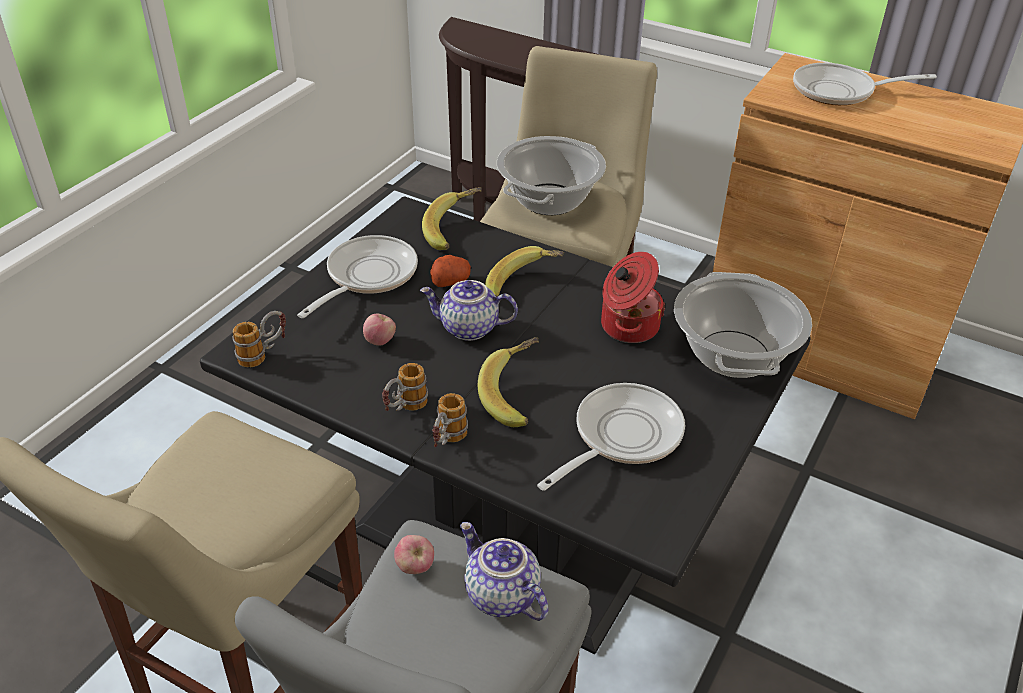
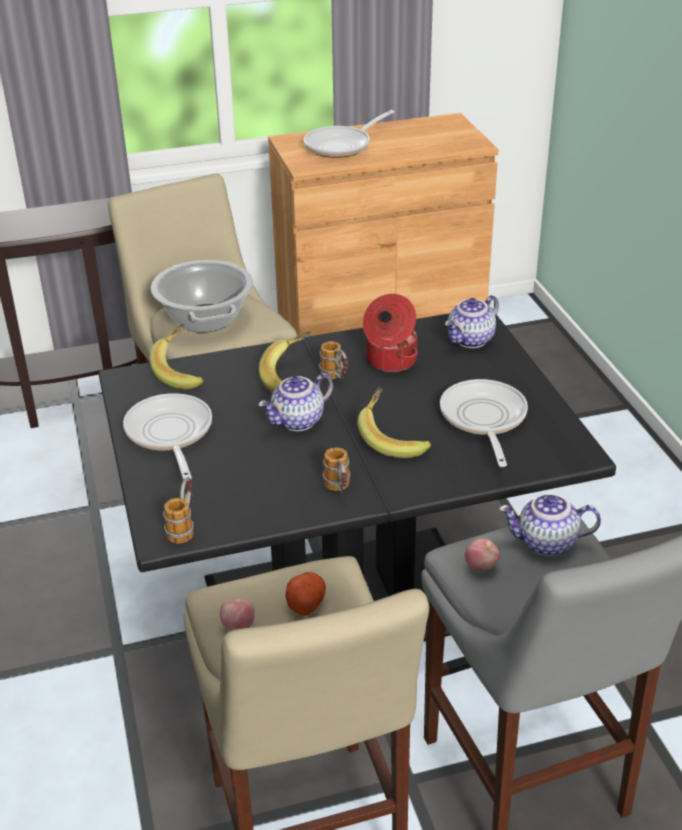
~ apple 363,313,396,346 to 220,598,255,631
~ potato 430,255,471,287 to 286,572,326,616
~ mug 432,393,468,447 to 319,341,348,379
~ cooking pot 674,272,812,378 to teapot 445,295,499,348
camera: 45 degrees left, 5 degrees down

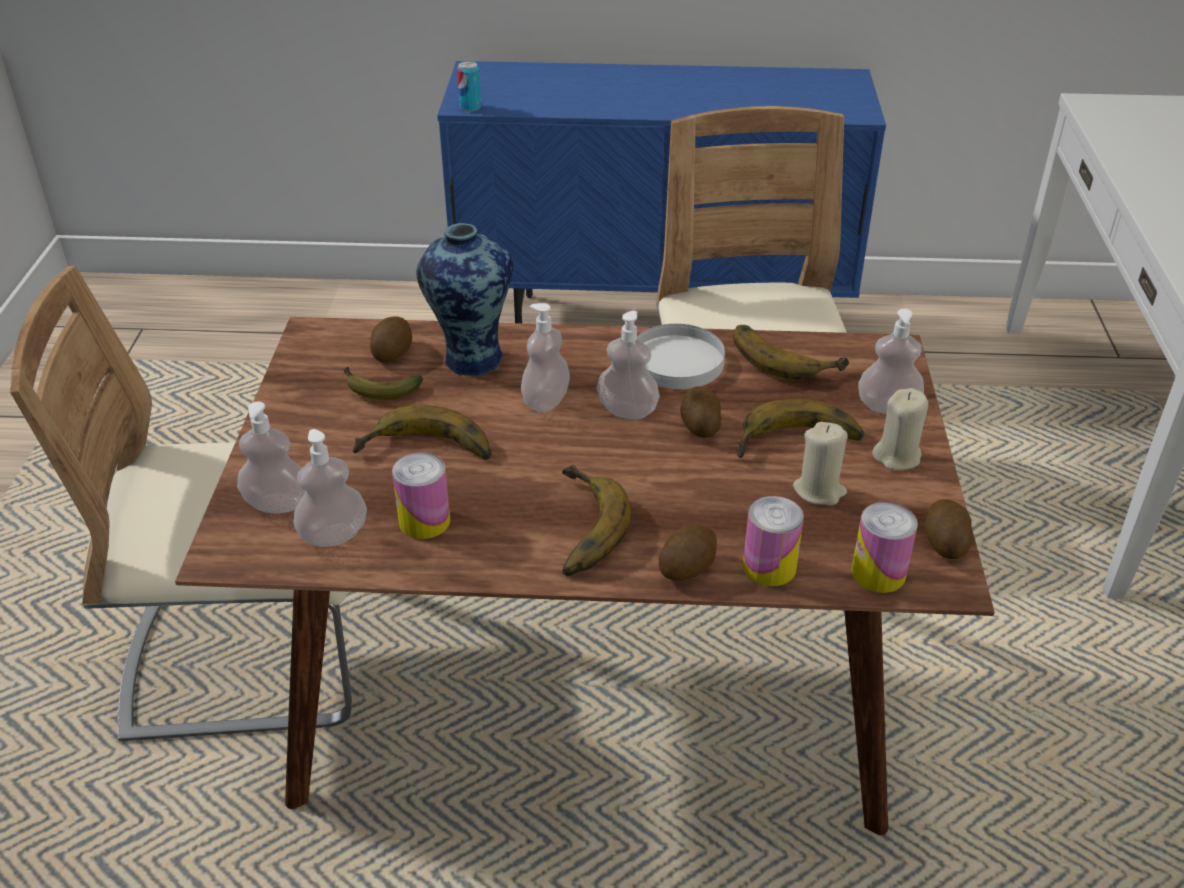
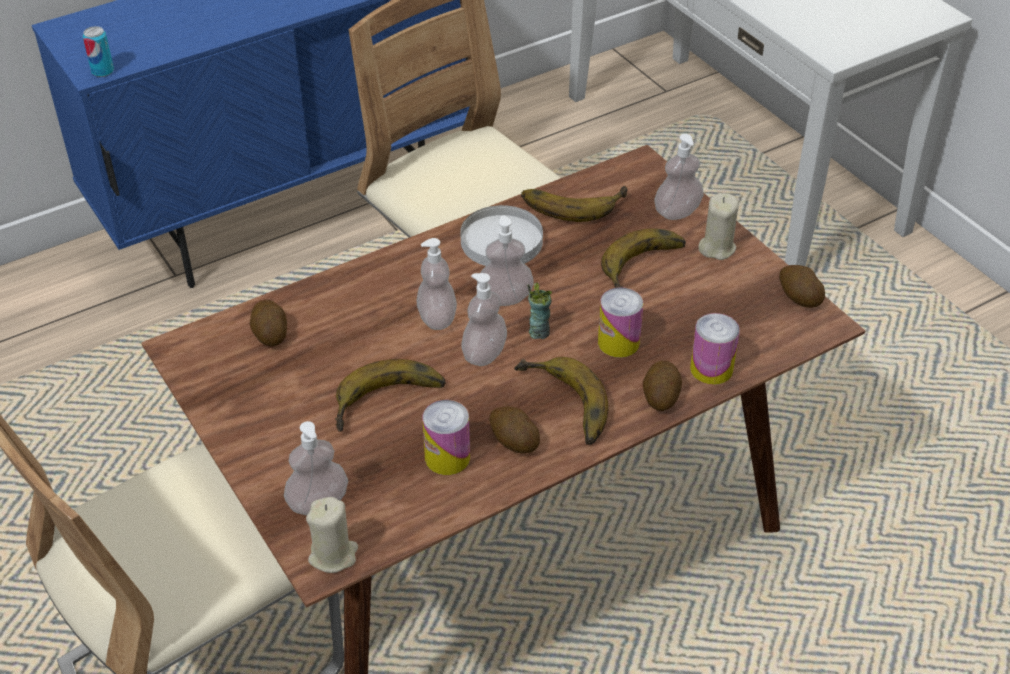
~ beige candle 793,422,848,506 to 306,497,358,573
~ soap dispenser 294,429,367,547 to 461,273,507,366
~ potato 680,386,721,438 to 489,406,540,454
+ cup 527,283,552,339
~ can 851,502,918,593 to 598,287,643,358
- banana 344,367,423,400
- vase 417,223,513,376
camera: 35 degrees left, 5 degrees up

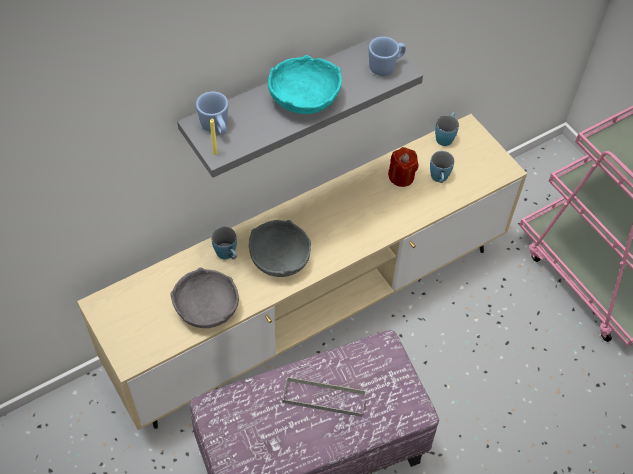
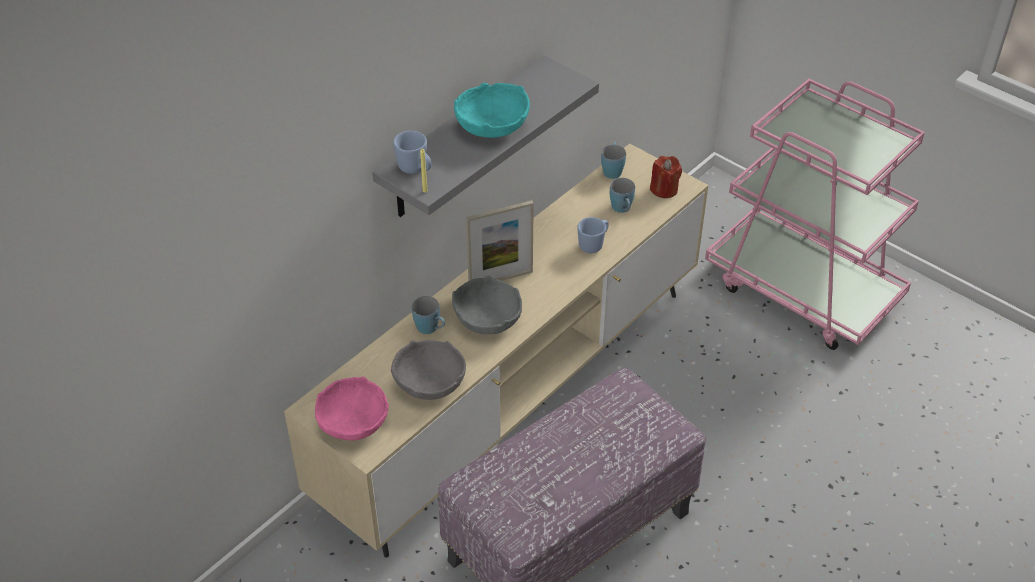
+ pink bowl 315,376,389,441
+ picture frame 466,200,534,281
~ blue mug 369,37,406,76 to 577,217,609,253
~ red candle 388,147,419,187 to 650,156,682,198
- grey tray 282,377,366,417
camera: 15 degrees left, 10 degrees down

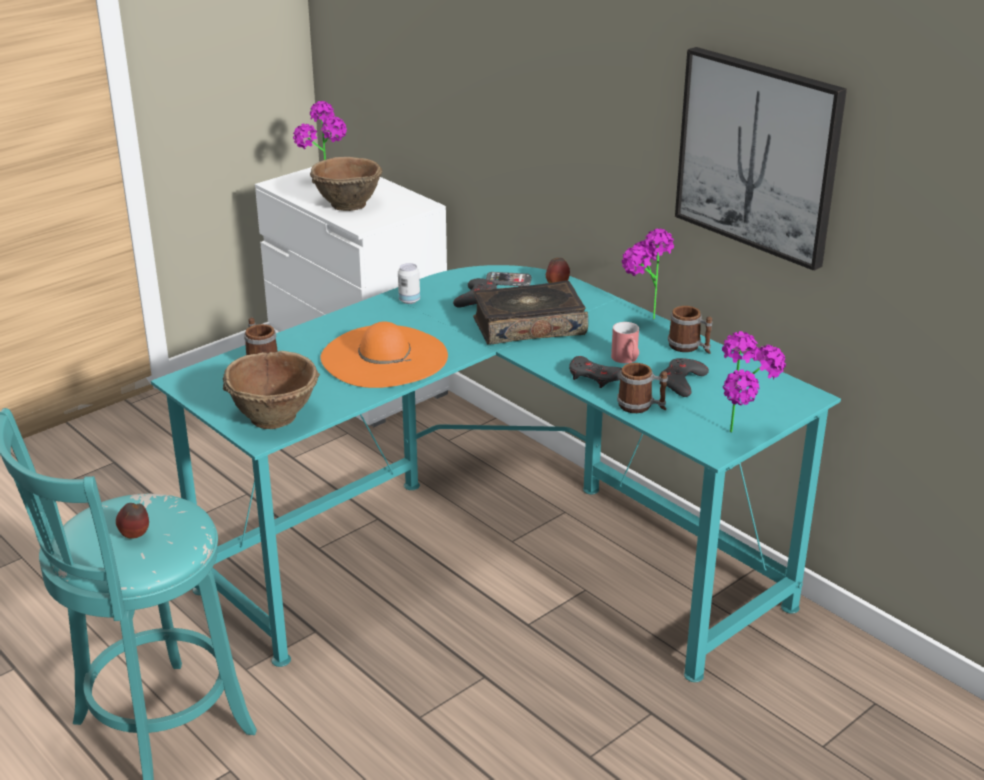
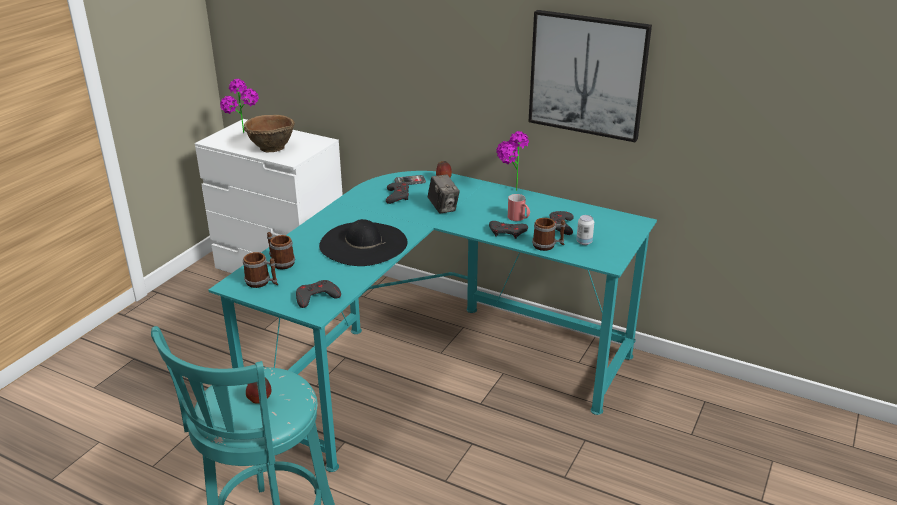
~ mug 668,306,713,354 to 243,252,278,288
~ brown bowl 223,351,320,429 to grey game controller 296,280,341,308
~ orange hat 321,322,448,388 to black hat 319,219,408,266
~ book 473,280,588,345 to photo camera 427,174,460,214
~ can 398,263,420,304 to 576,215,594,245
- potted plant 722,331,786,433
camera: 20 degrees left, 0 degrees up

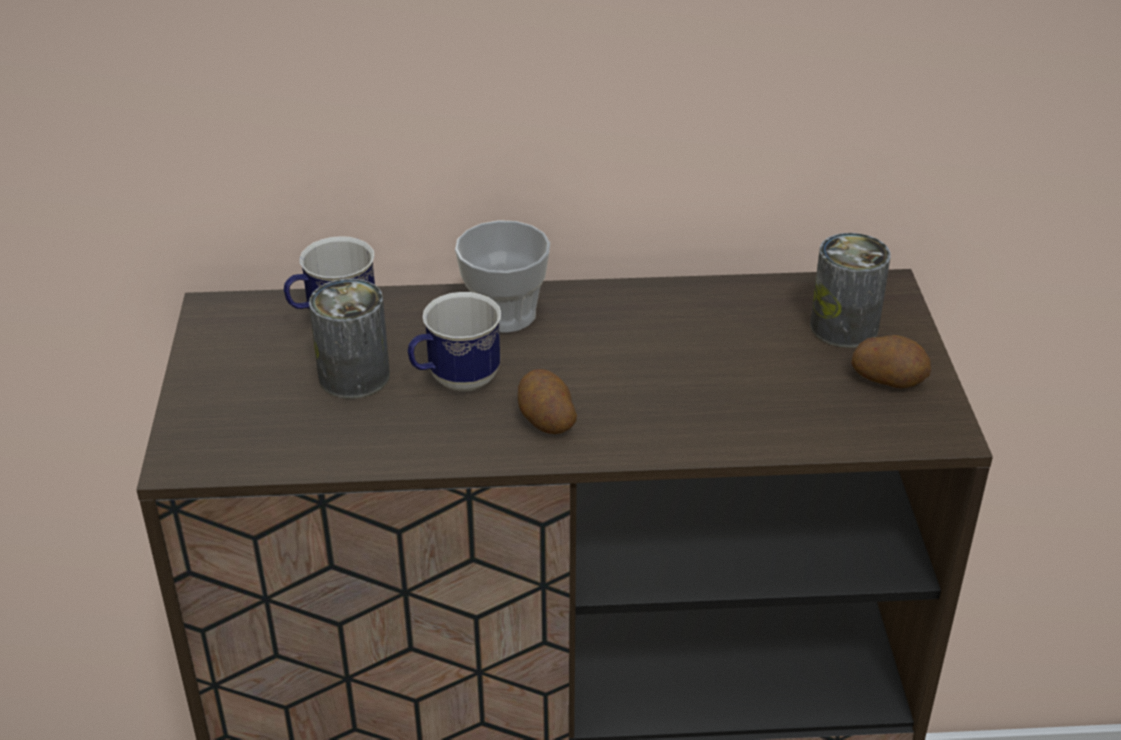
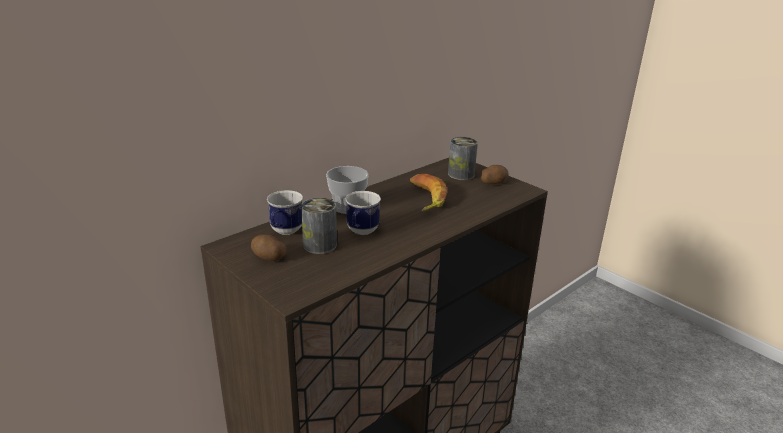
~ potato 518,369,577,434 to 251,235,286,261
+ banana 410,174,447,211
camera: 40 degrees left, 10 degrees down

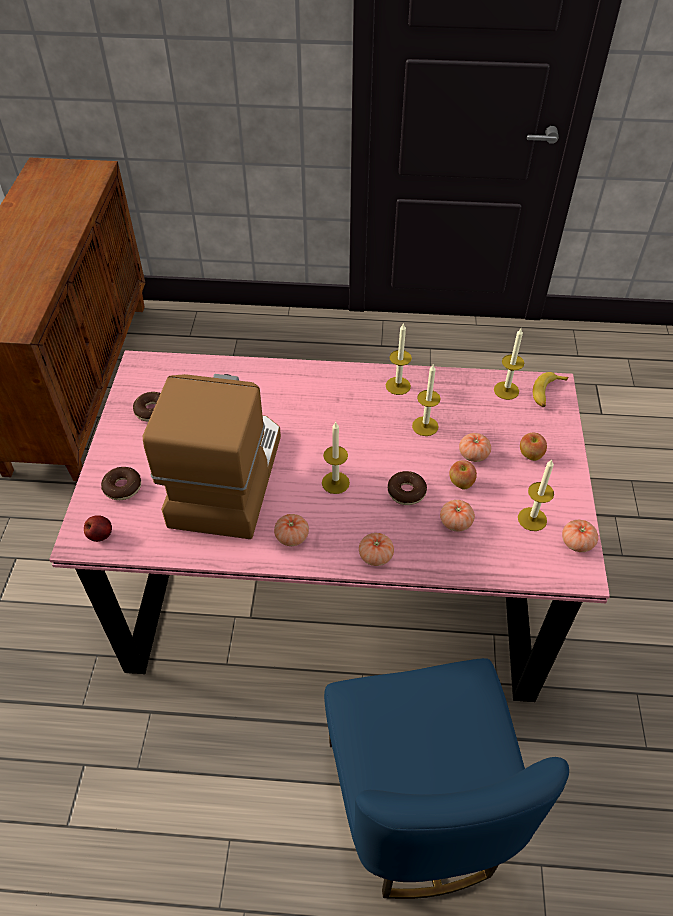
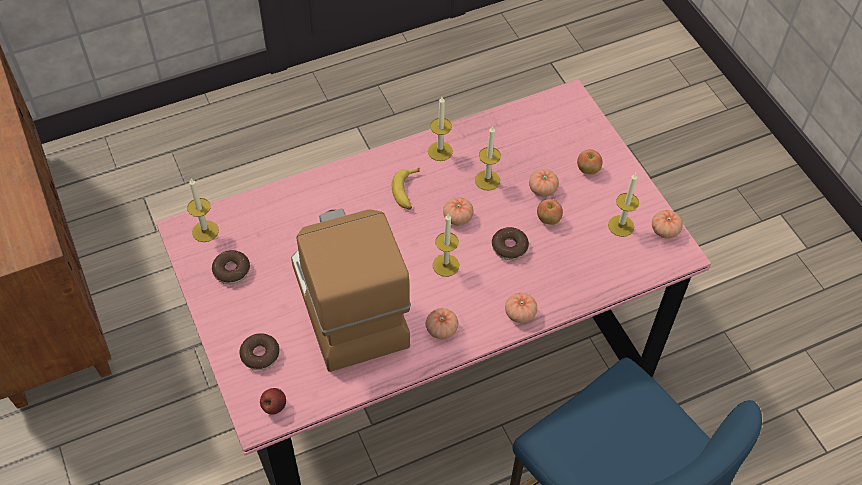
~ candle 494,328,524,400 to 187,179,219,242
~ banana 533,372,568,407 to 392,168,420,210
~ tomato 440,500,475,531 to 443,197,474,226
camera: 30 degrees left, 5 degrees up

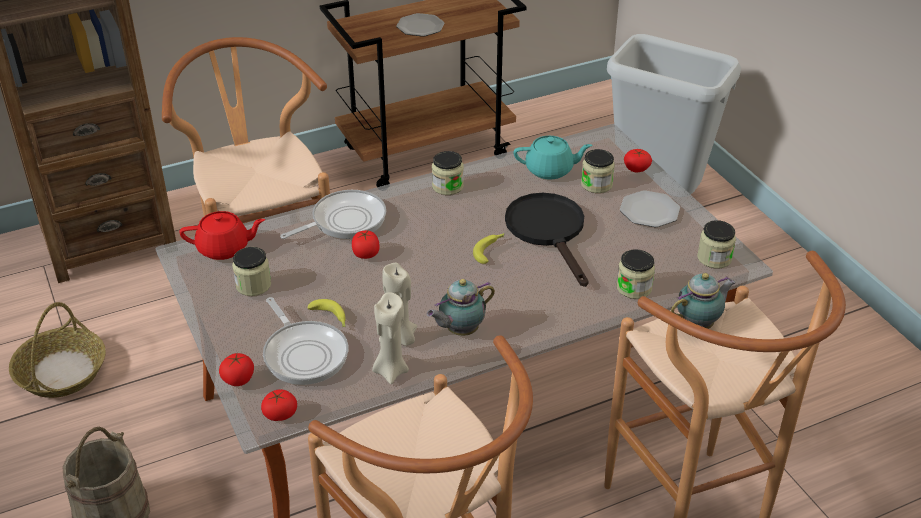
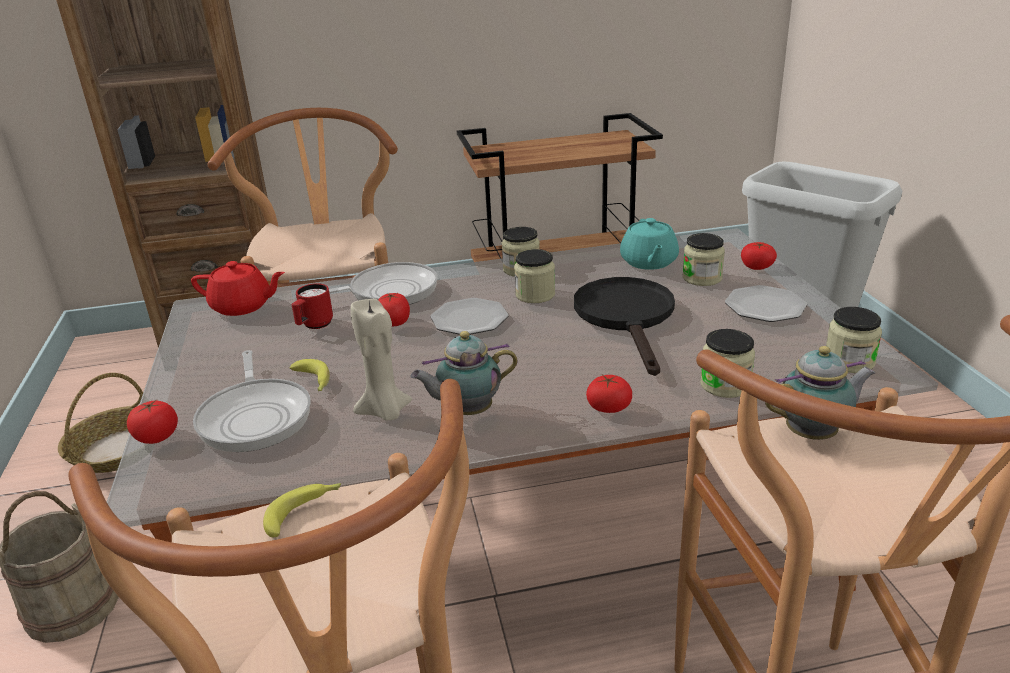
~ banana 473,233,504,264 to 263,483,341,537
+ red mug 291,283,333,329
~ plate 396,13,445,37 to 430,298,509,335
~ jar 232,247,271,296 to 514,249,555,303
~ tomato 261,389,297,421 to 586,375,632,413
~ turquoise teapot 513,136,592,180 = 620,218,679,270 75 degrees clockwise
- beige candle 372,292,409,384
camera: 15 degrees right, 10 degrees down

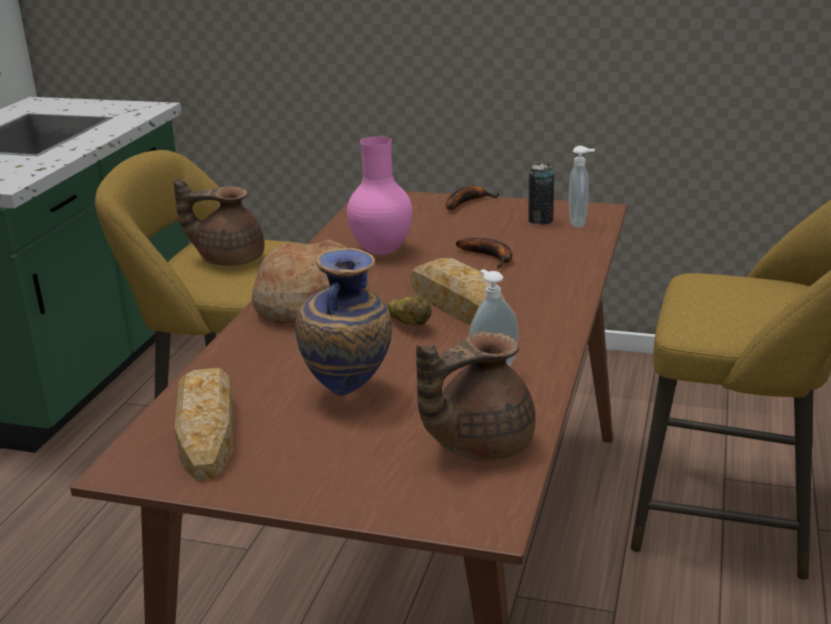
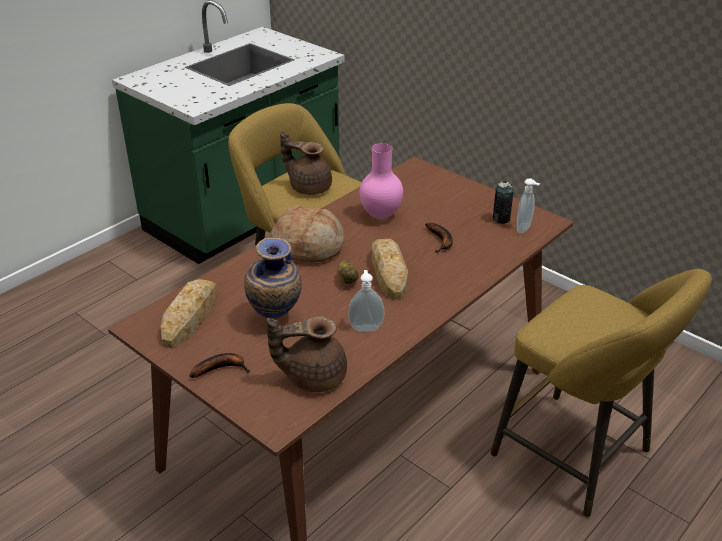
~ banana 445,186,499,210 to 189,353,250,378
camera: 25 degrees right, 10 degrees up

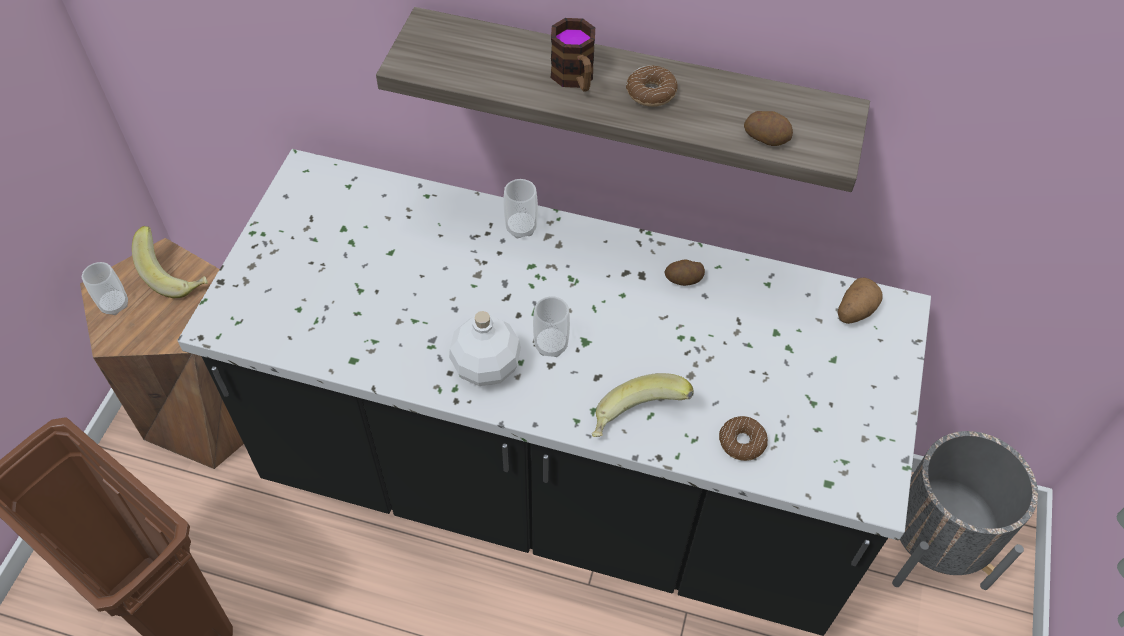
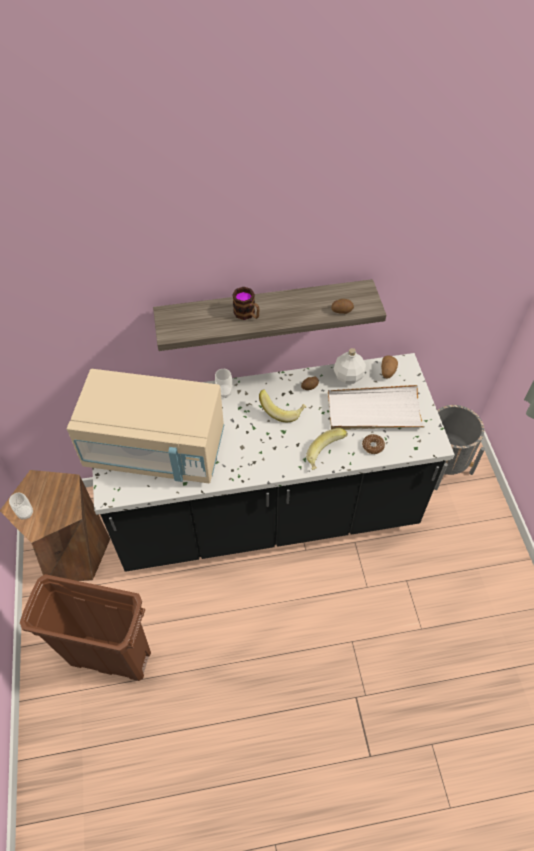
+ beige microwave 66,369,224,484
~ banana 132,226,208,298 to 259,390,306,422
+ white tray 328,385,426,430
~ white bottle 449,311,521,386 to 334,348,366,384
- cup 533,296,570,357
- donut 626,65,677,107
camera: 25 degrees left, 0 degrees up

